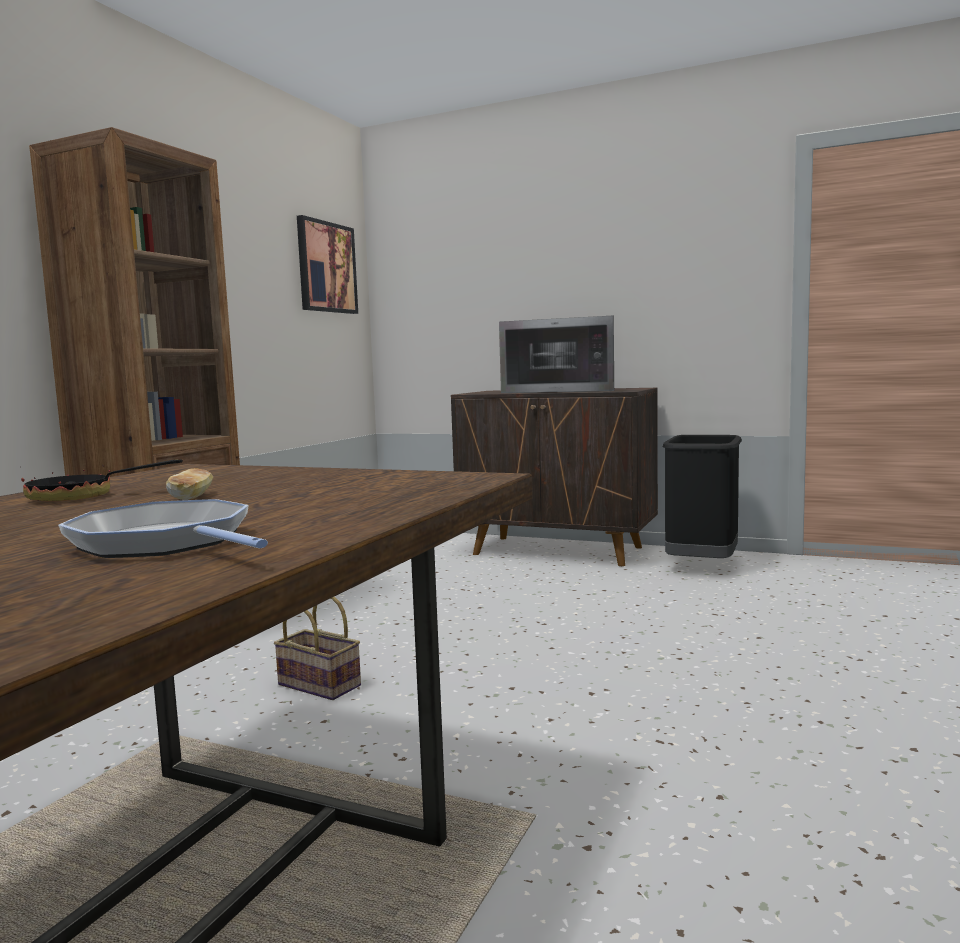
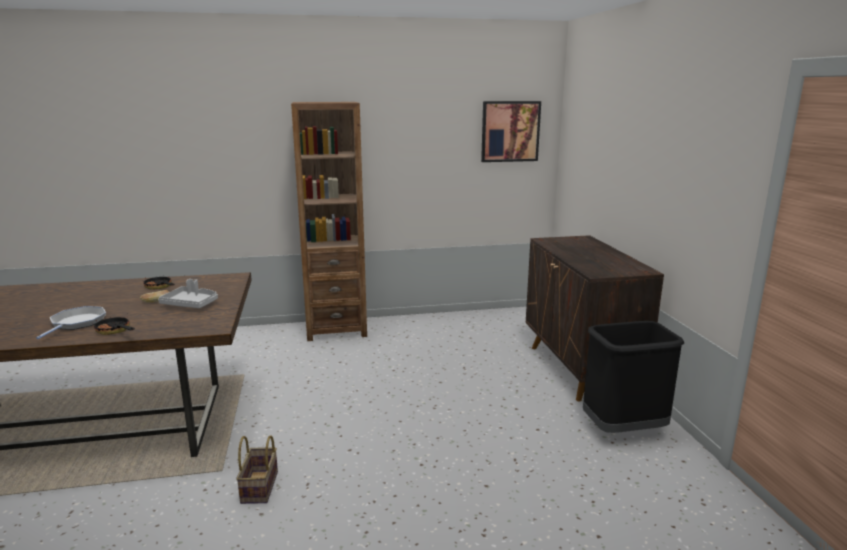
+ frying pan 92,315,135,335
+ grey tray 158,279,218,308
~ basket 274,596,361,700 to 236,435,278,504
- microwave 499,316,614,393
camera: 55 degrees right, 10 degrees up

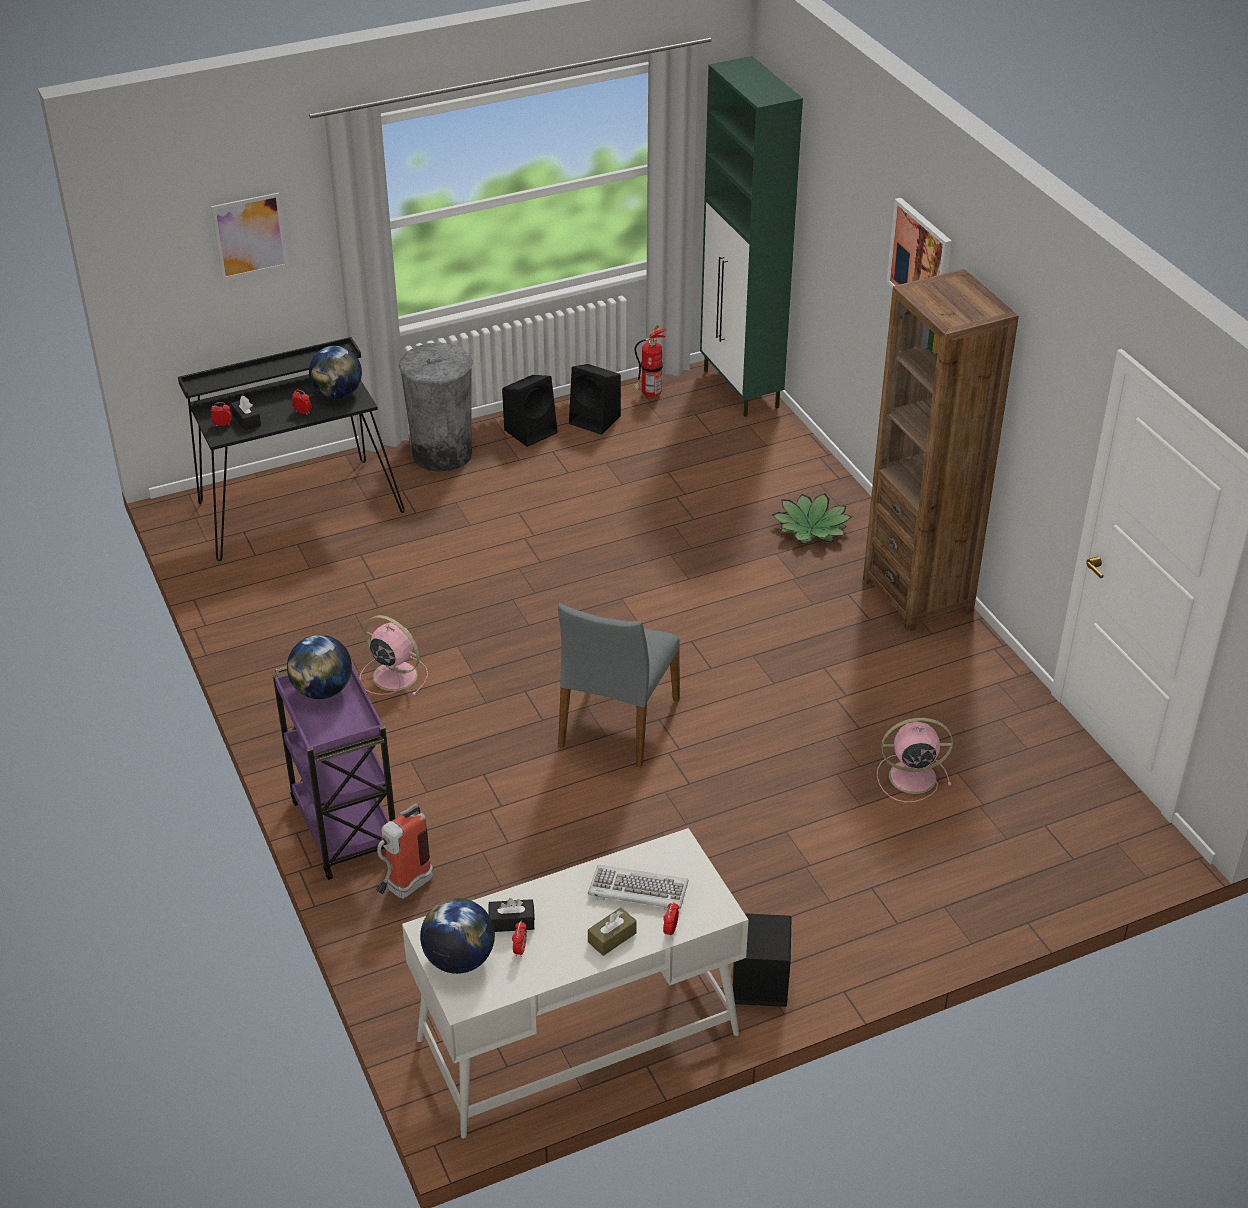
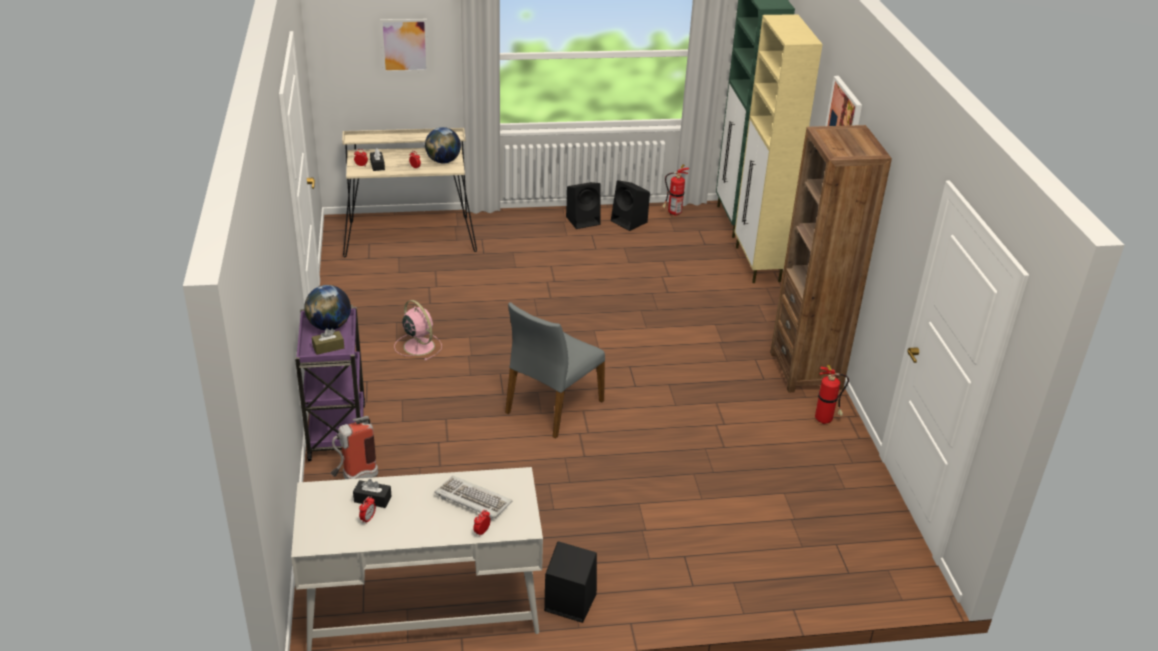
~ brown tissue box 588,907,637,956 to 312,328,344,355
~ black desk 178,337,405,562 to beige desk 342,128,477,258
+ beige cabinet 734,14,823,283
+ fire extinguisher 815,365,849,424
- grey trash can 399,343,473,472
- globe 420,898,495,974
- potted plant 772,493,852,544
- pink fan 877,718,953,802
camera: 15 degrees right, 5 degrees down

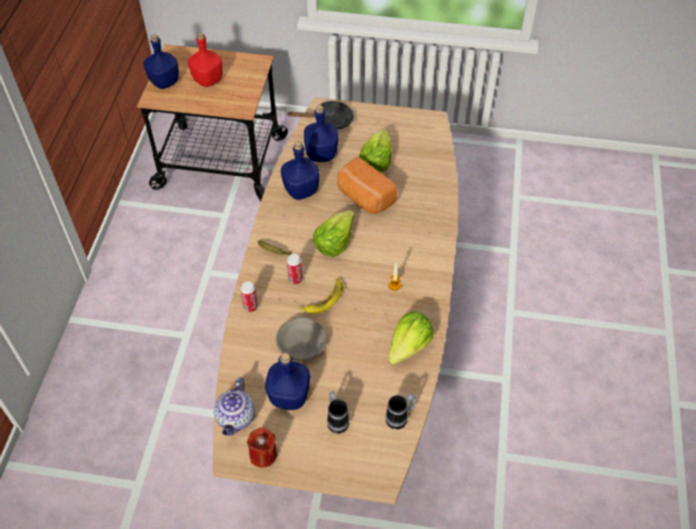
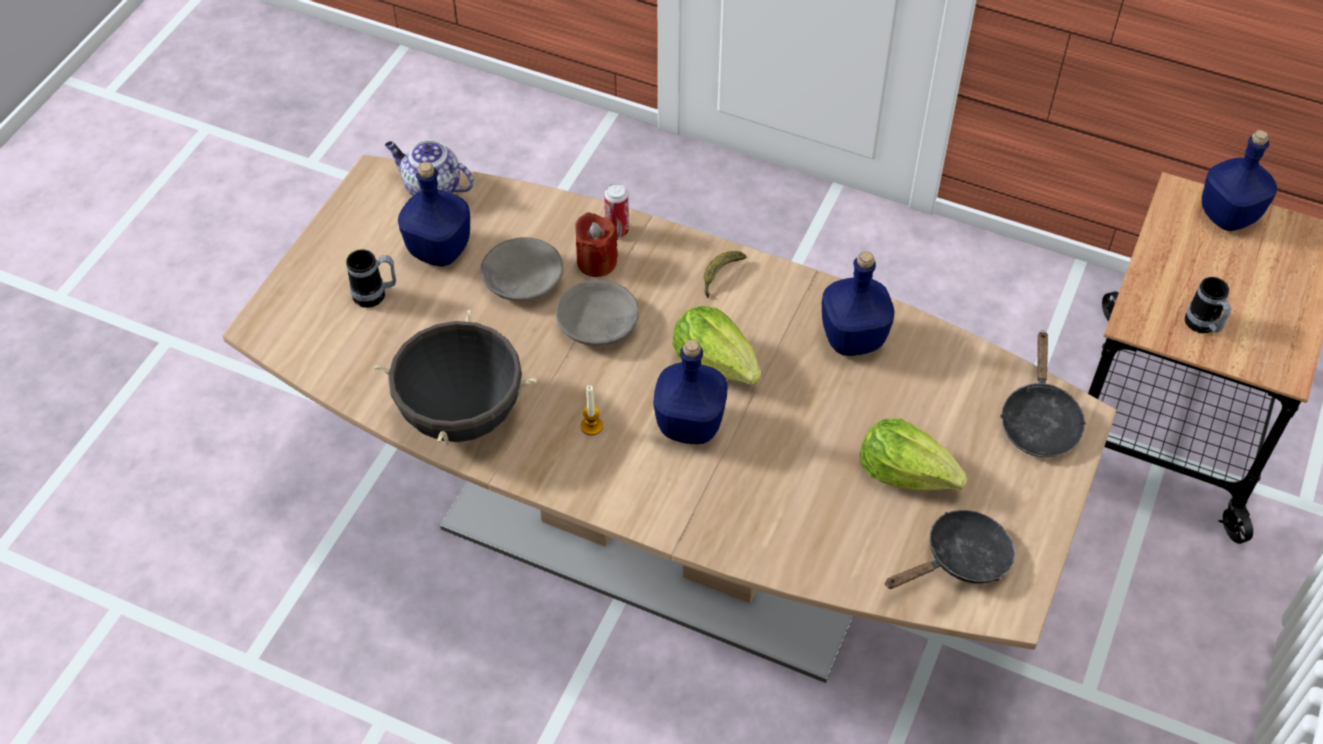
~ lettuce 388,311,433,364 to black cooking pot 374,310,537,446
~ banana 298,278,344,314 to grey bowl 556,279,639,346
~ red candle 247,428,277,468 to 575,212,618,277
~ blue bottle 304,105,338,162 to 653,339,727,444
+ black frying pan 885,510,1015,589
~ mug 386,394,416,429 to 1185,277,1231,333
- red bottle 188,33,222,87
- can 287,254,302,284
- bread 337,157,397,215
camera: 105 degrees right, 0 degrees up

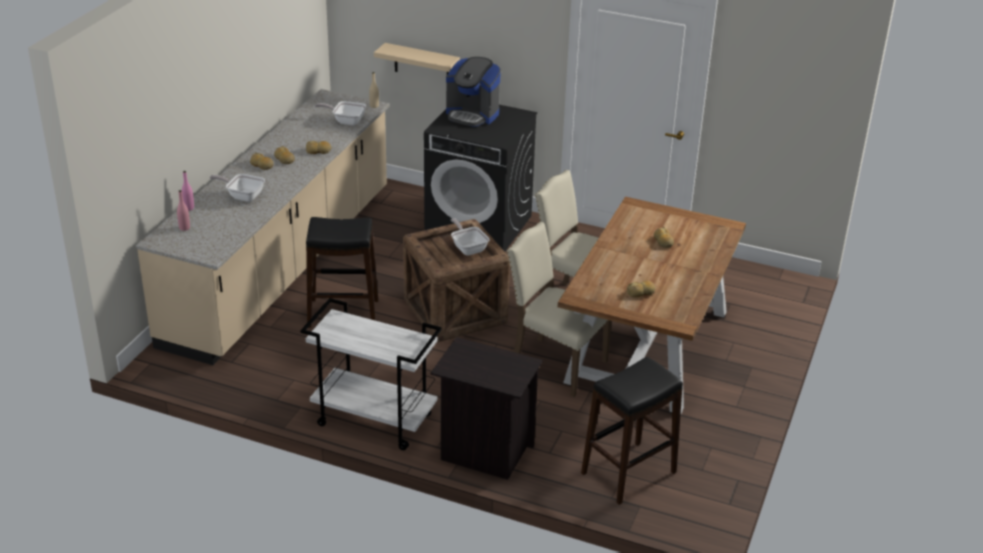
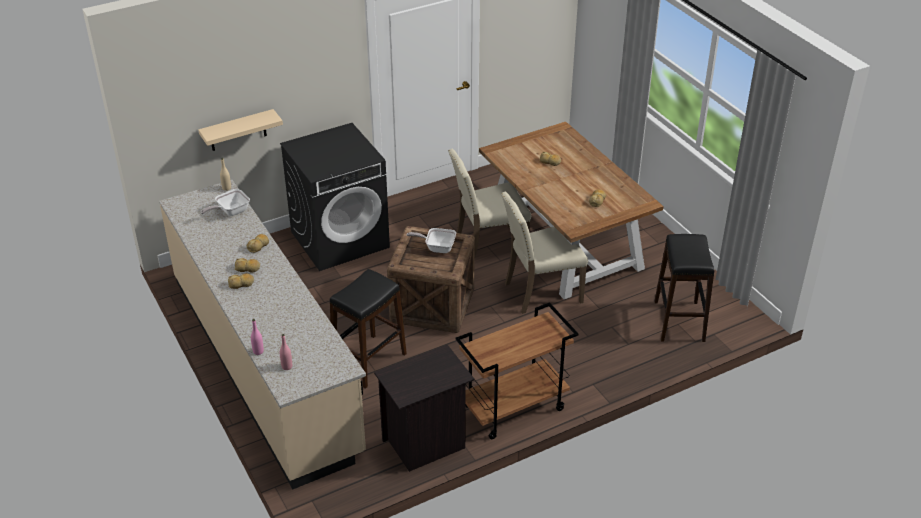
~ black nightstand 430,337,543,480 to 374,345,475,472
~ white cart 300,298,442,450 to brown cart 456,302,579,439
- frying pan 210,174,265,202
- coffee machine 446,57,501,127
camera: 50 degrees left, 5 degrees up

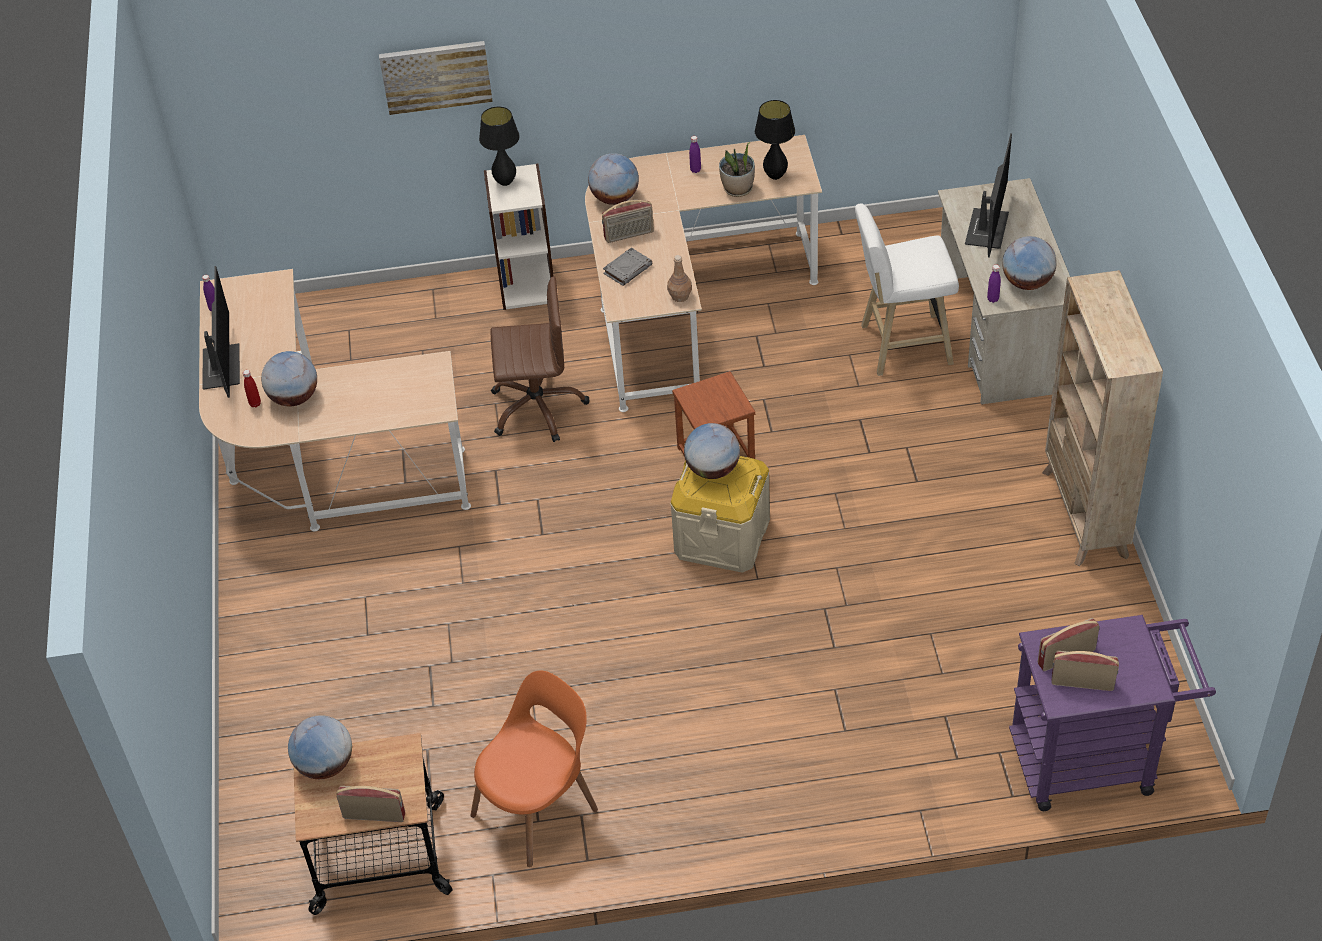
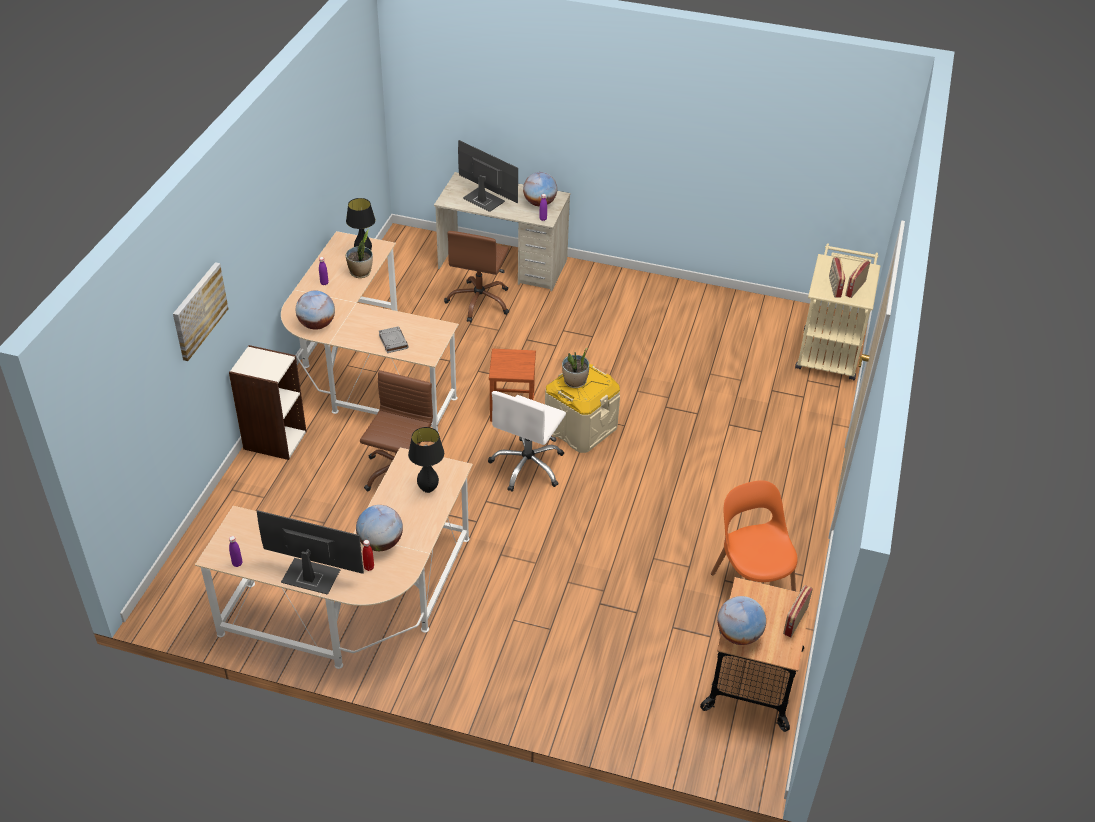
~ black table lamp 479,107,520,186 to 408,427,444,493
~ white stool 855,203,959,376 to brown office chair 444,231,509,322
+ white office chair 488,391,566,492
~ globe 684,423,740,479 to potted plant 562,348,589,388
~ purple cart 1009,615,1216,811 to beige cart 795,243,880,380
- radio 602,200,654,243
- brown bottle 667,255,692,302
- beige bookcase 1042,270,1163,566
camera: 70 degrees left, 5 degrees down

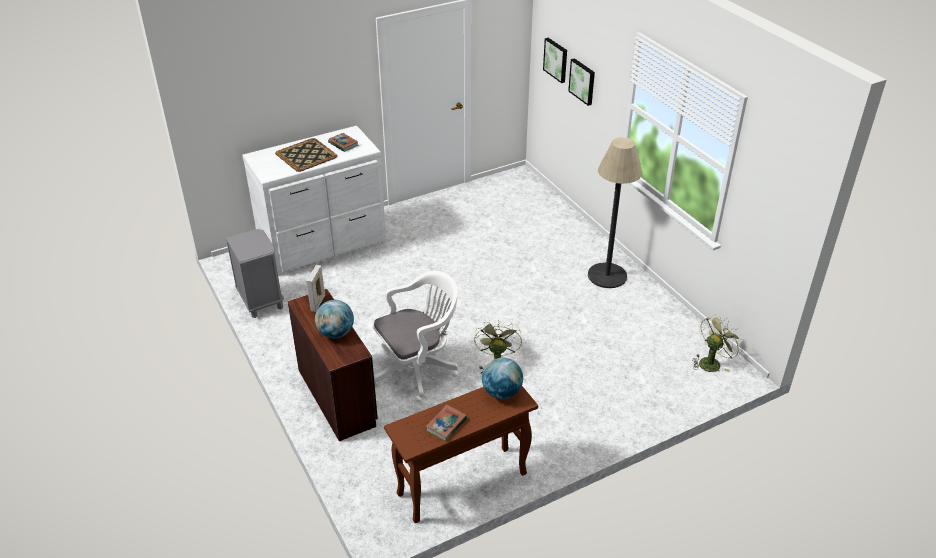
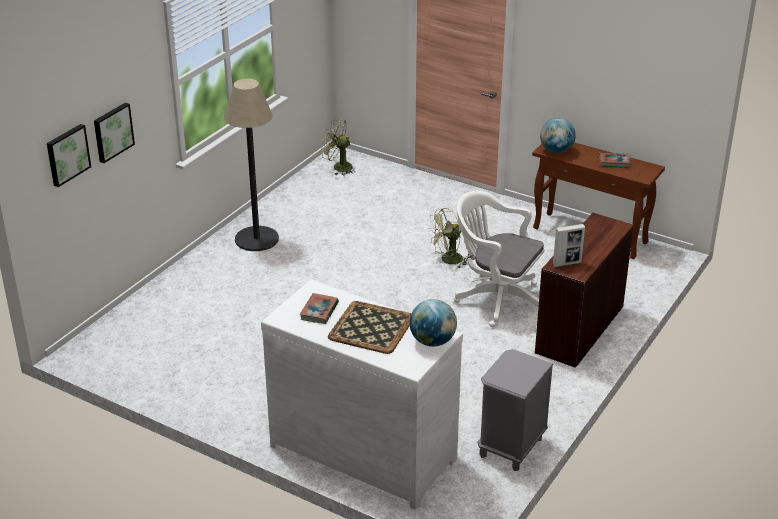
~ globe 315,300,354,338 to 409,299,457,347
camera: 120 degrees left, 5 degrees down

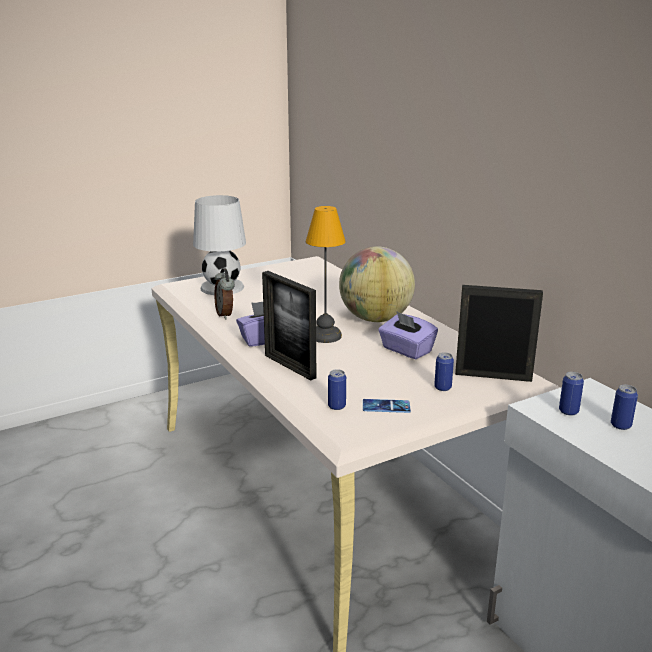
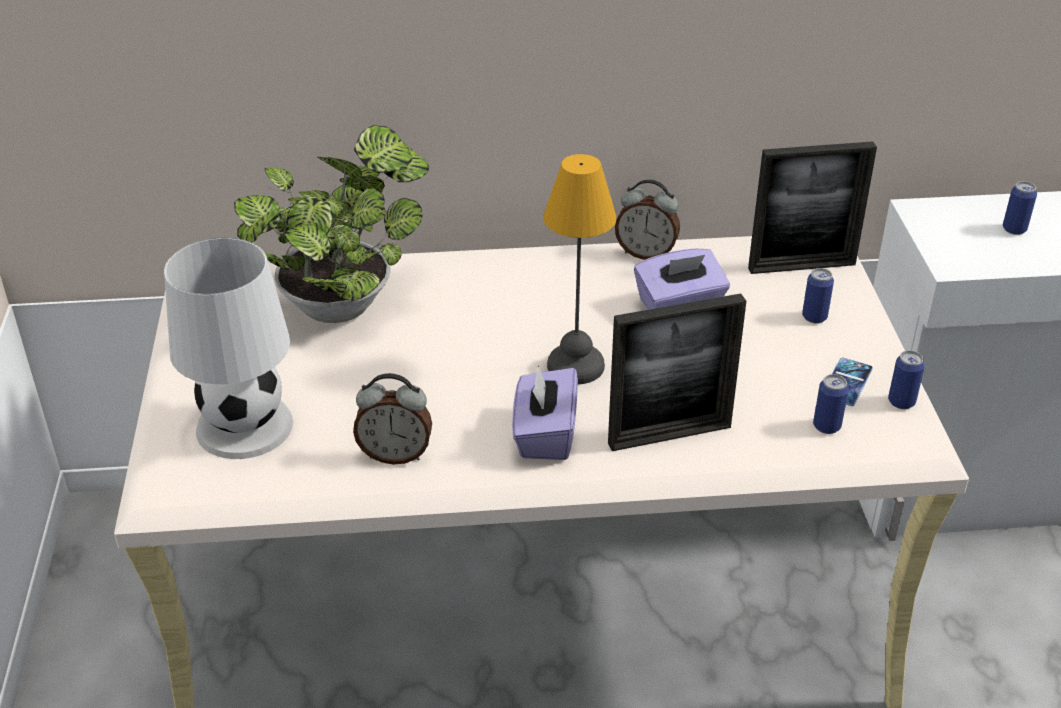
+ potted plant 234,125,429,323
+ alarm clock 615,179,680,260
~ picture frame 455,285,543,382 = 748,141,877,274 135 degrees counterclockwise
~ can 559,372,584,416 to 888,350,925,409
- globe 339,246,415,322
camera: 65 degrees left, 15 degrees up

